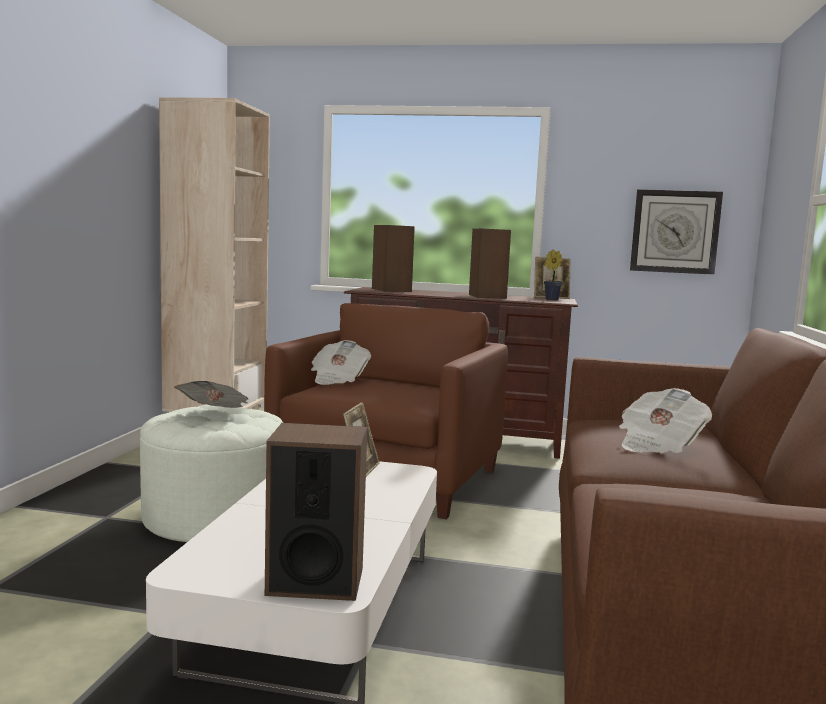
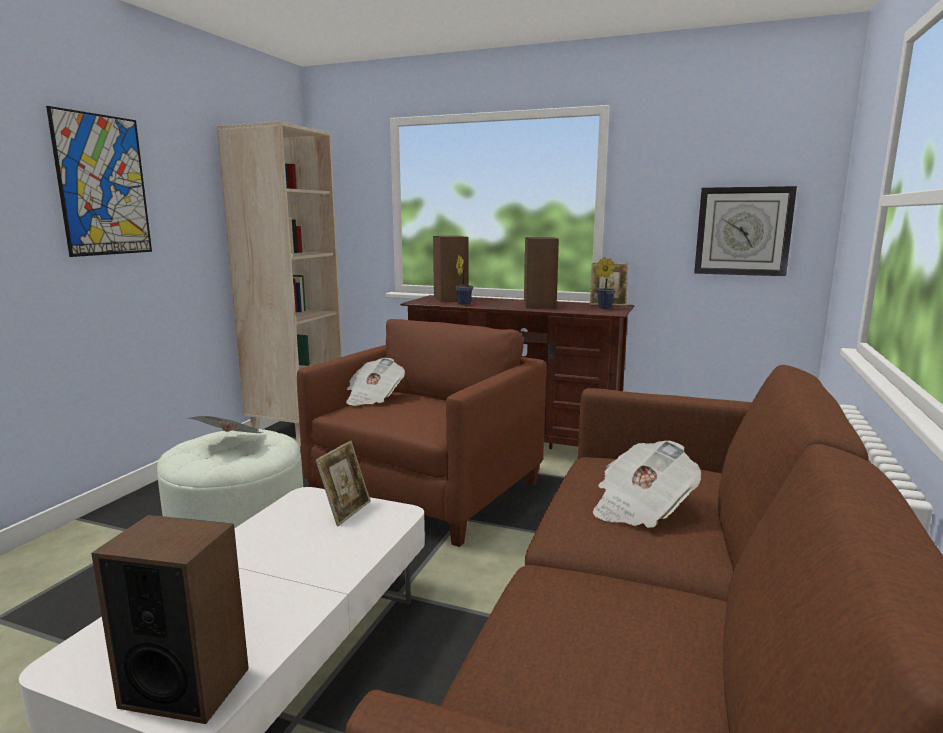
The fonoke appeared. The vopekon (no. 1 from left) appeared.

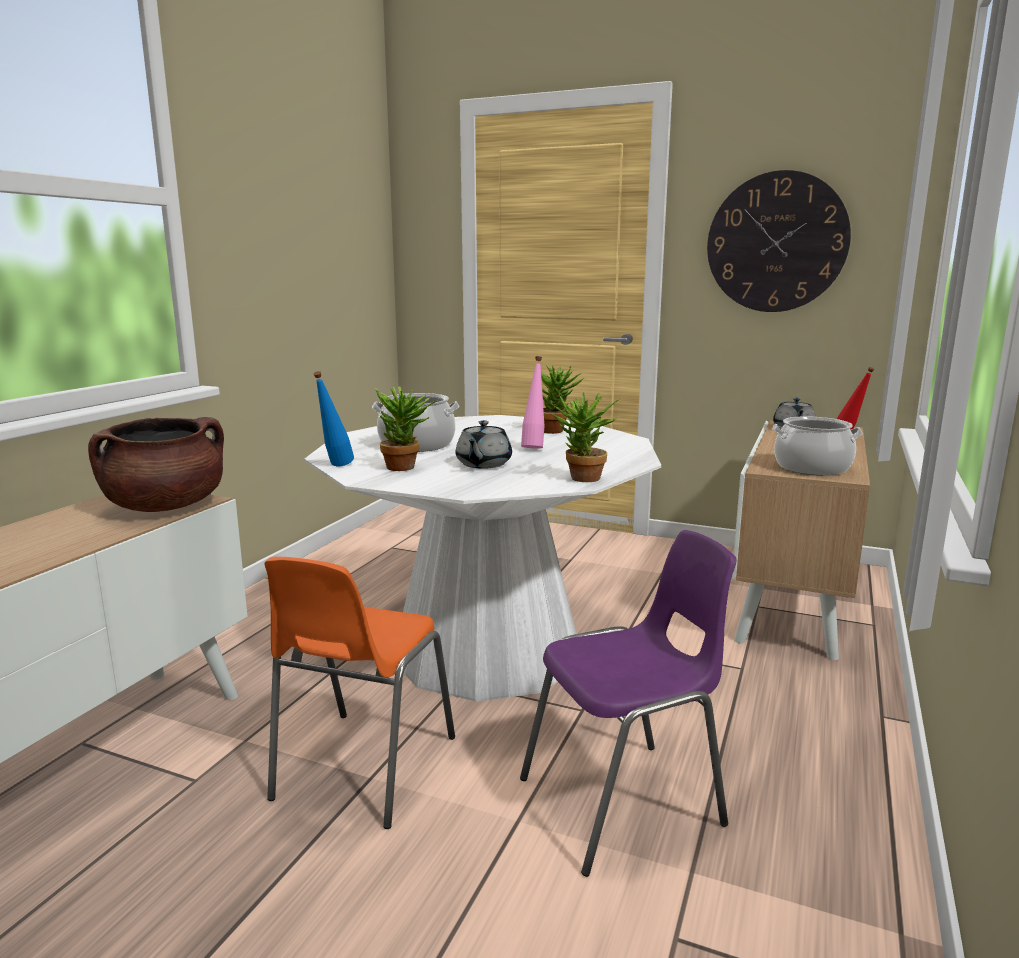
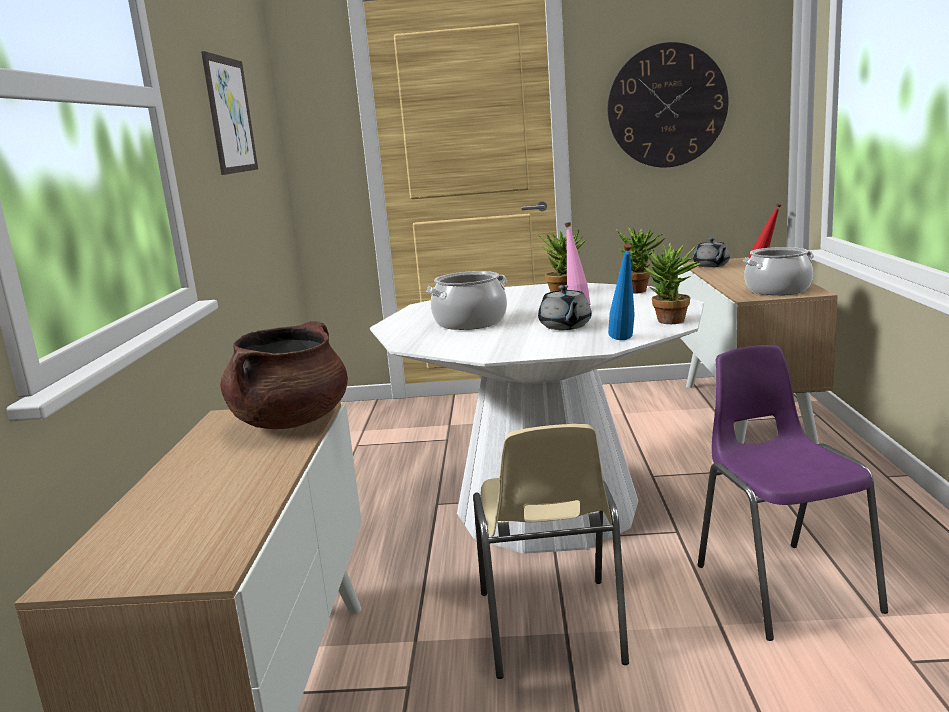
The fonoke appeared. The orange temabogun became the beige temabogun. The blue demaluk moved. The vopekon (no. 1 from left in the first image) moved. The purple temabogun turned 60 degrees counterclockwise.

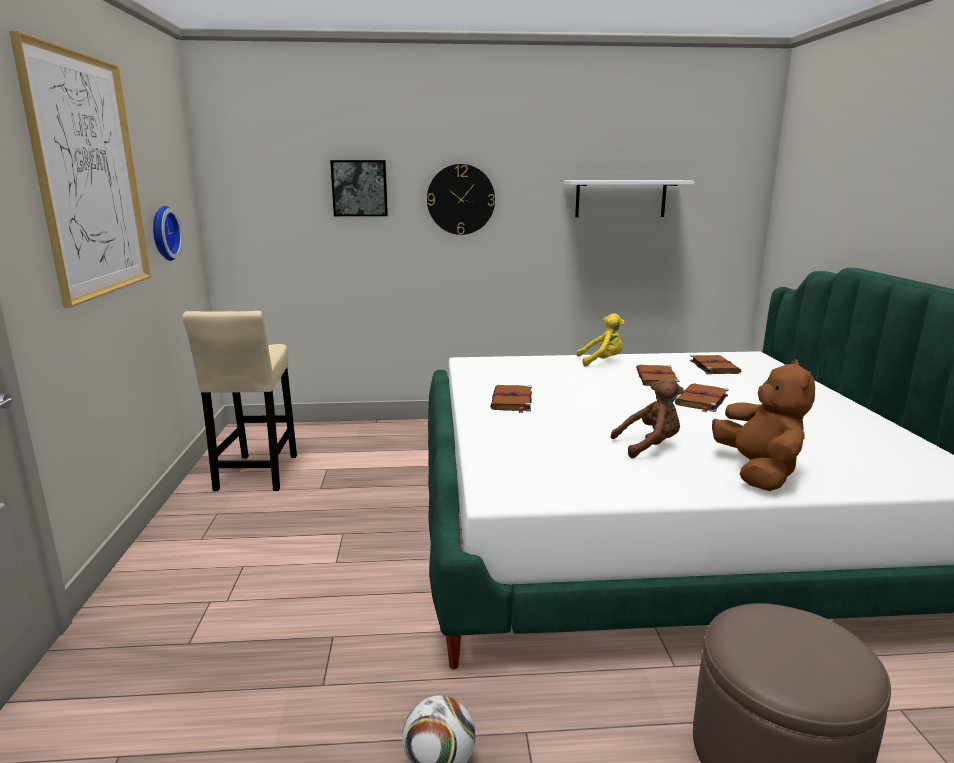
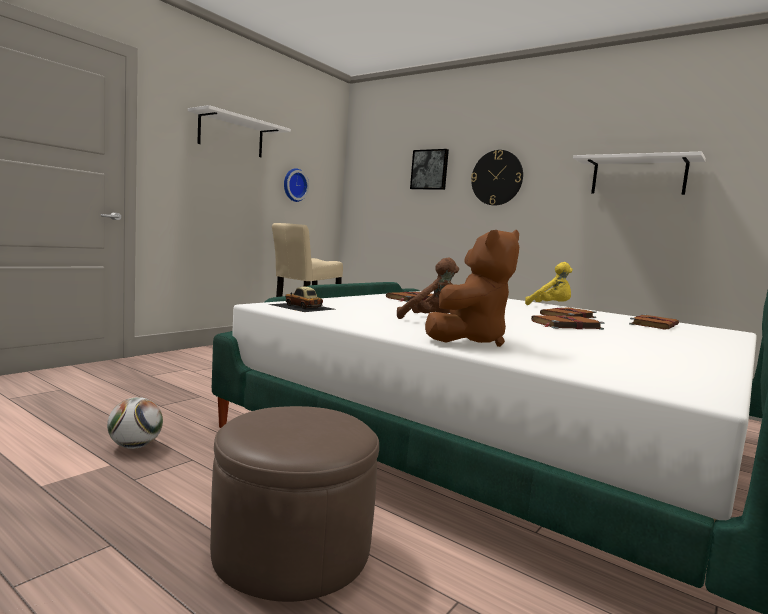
The fonoke (no. 1 from left) was replaced by the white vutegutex (no. 1 from left). The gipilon appeared.

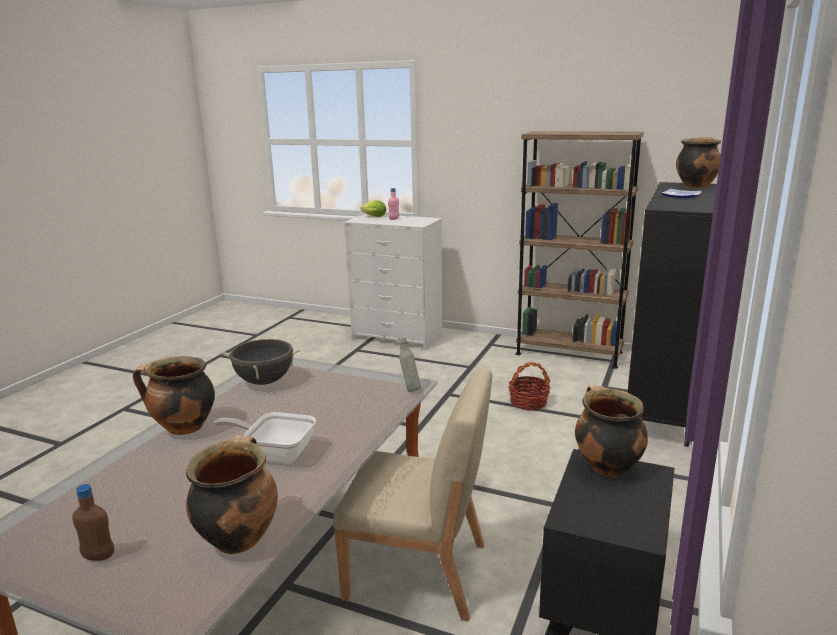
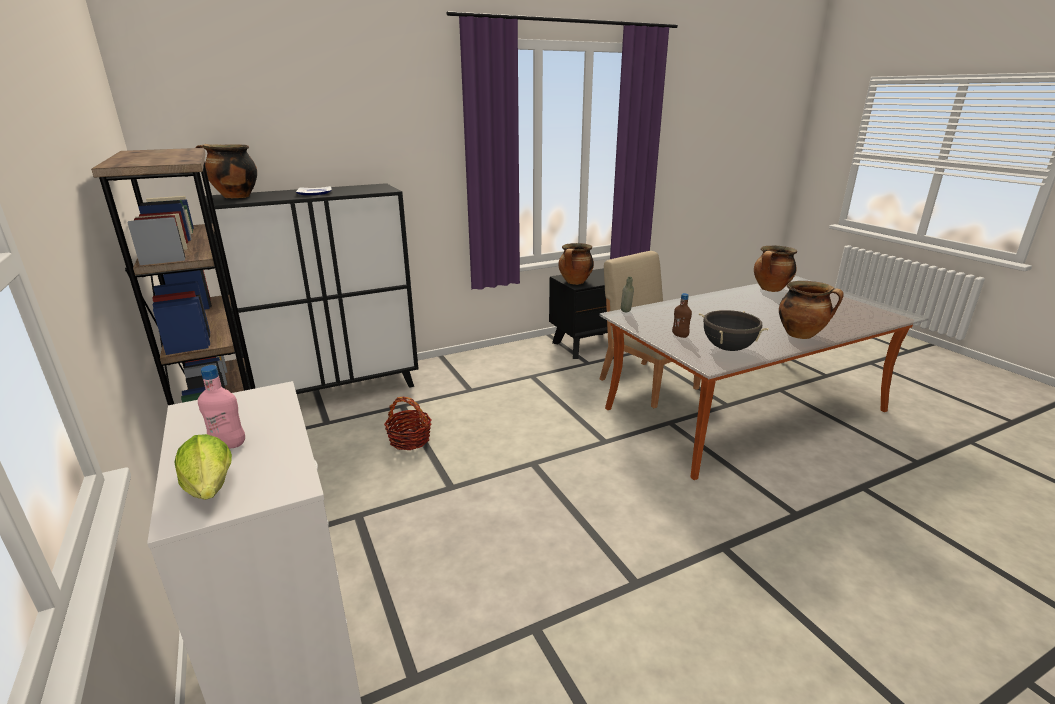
The brown demaluk moved. The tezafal disappeared.

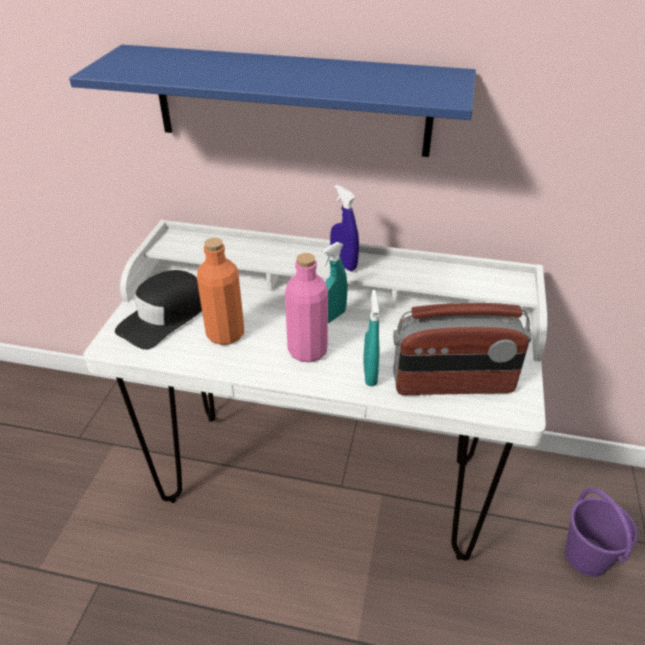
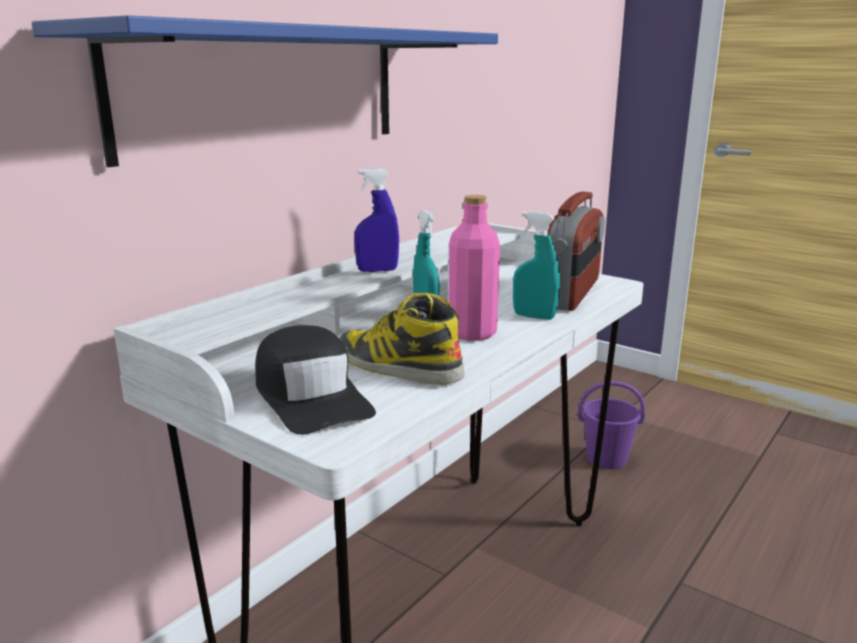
The orange demaluk was replaced by the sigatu.

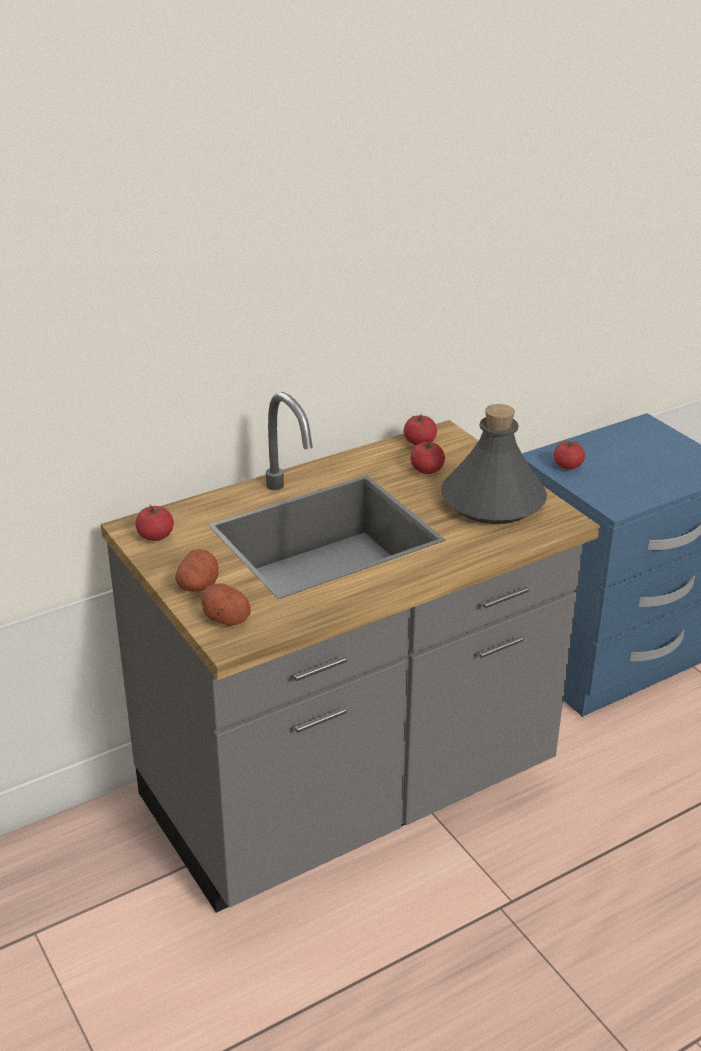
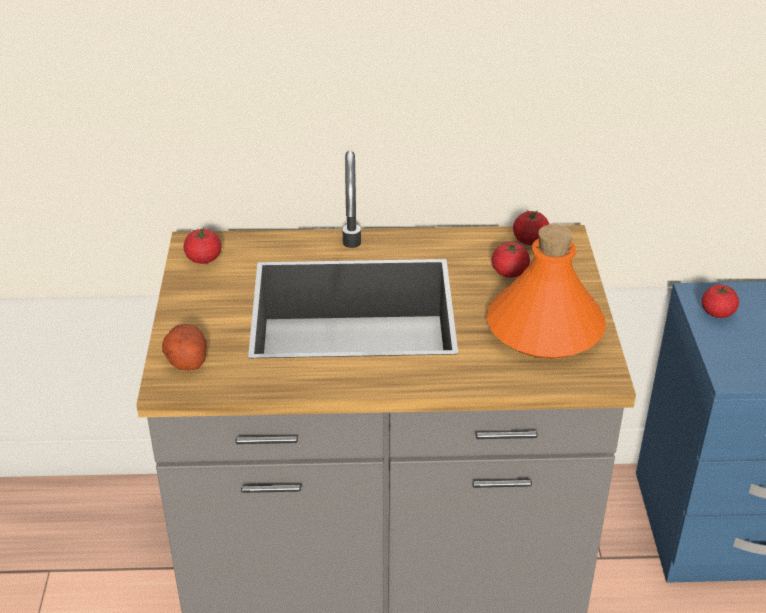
The grey demaluk became the orange demaluk. The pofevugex (no. 1 from left) disappeared.

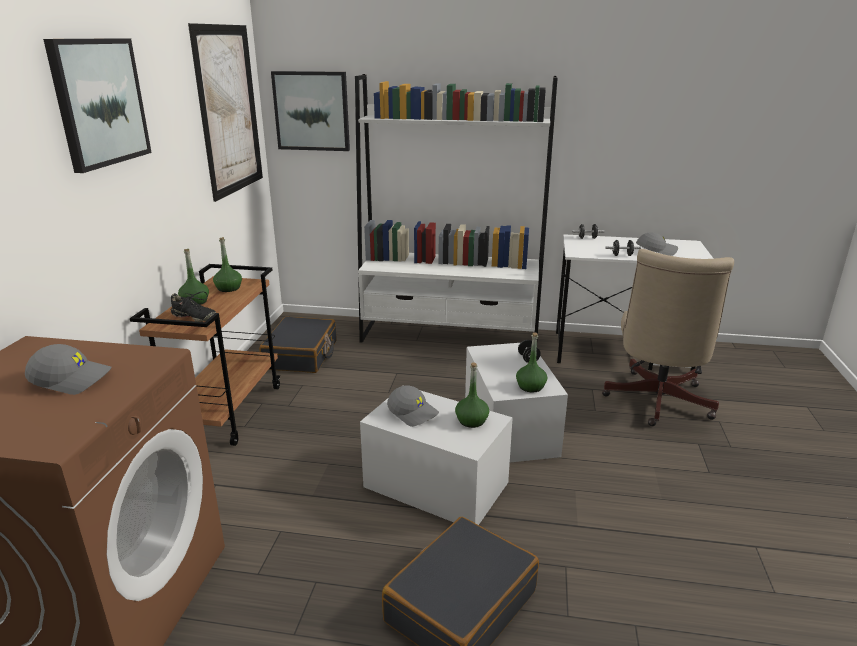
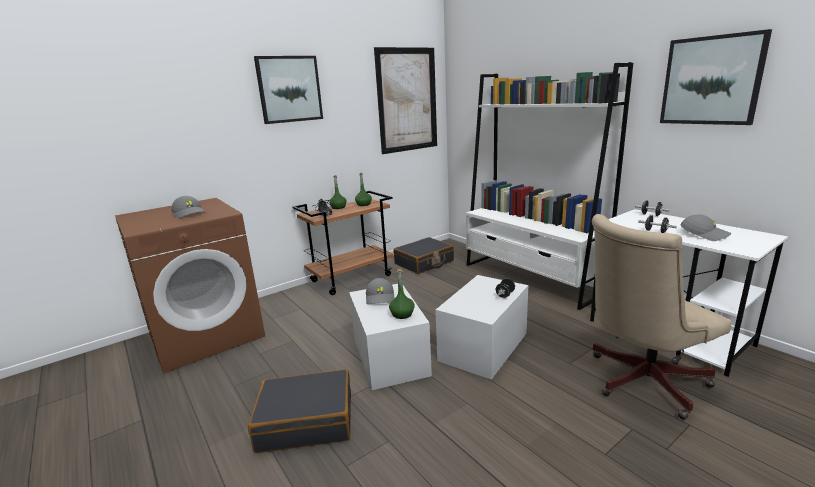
The fonoke (no. 3 from left) moved. The green demaluk (no. 4 from left) disappeared.

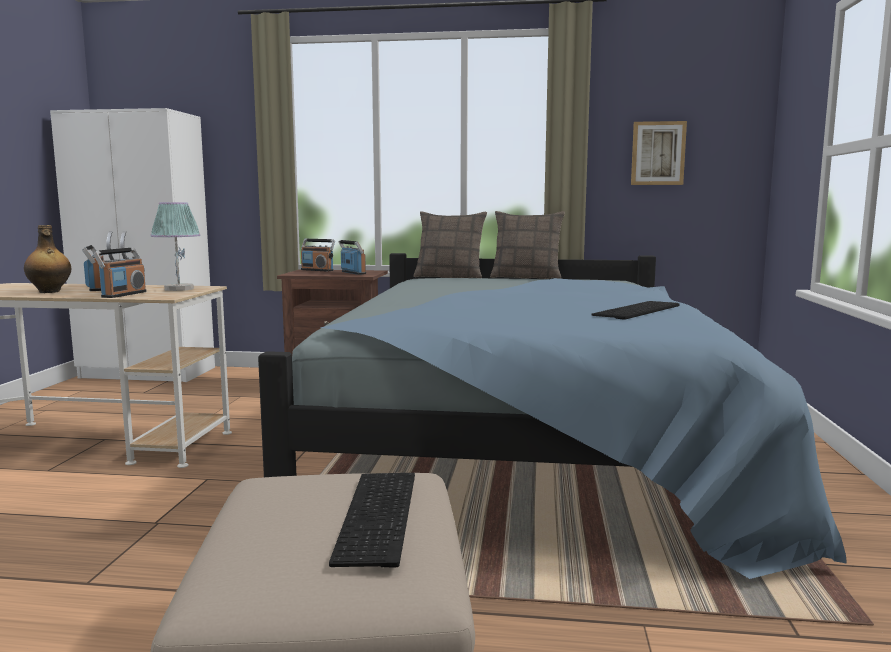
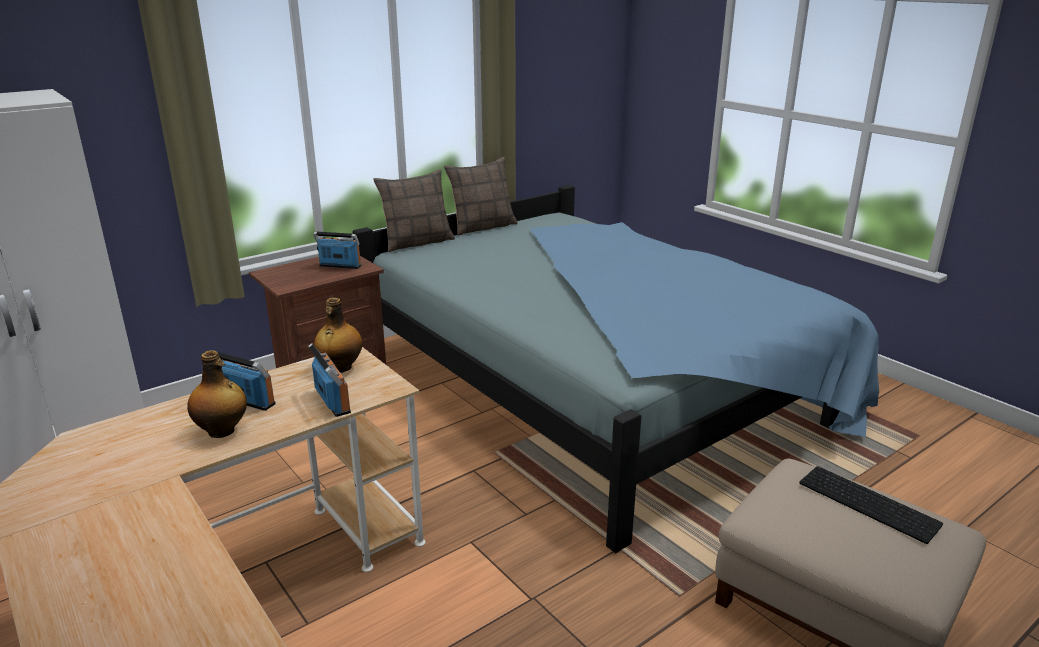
The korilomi was replaced by the demaluk (no. 2 from left). The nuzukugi (no. 3 from left) disappeared. The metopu (no. 2 from left) disappeared. The fonoke disappeared.

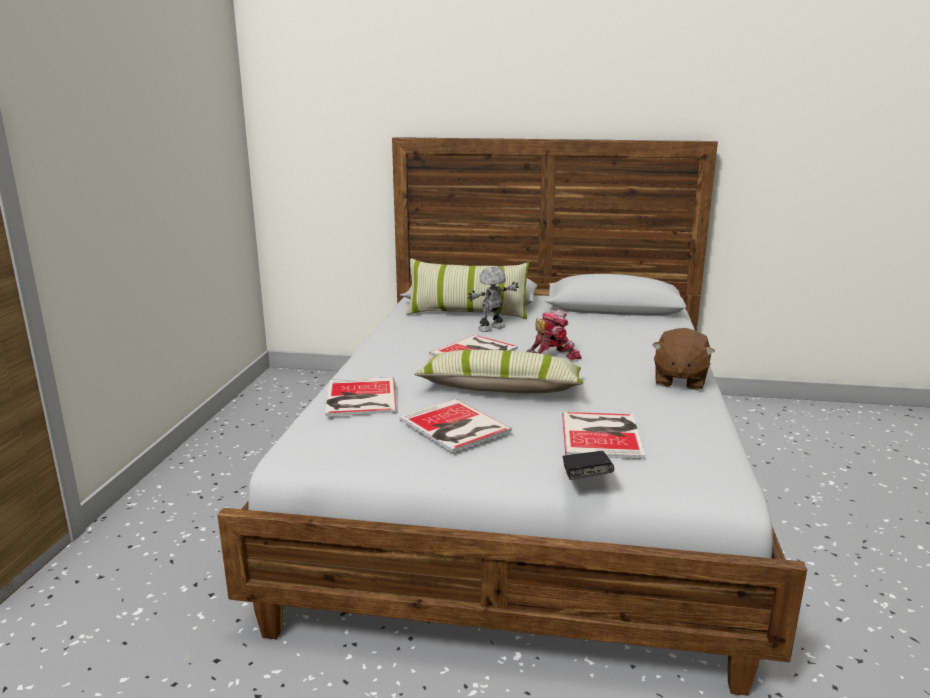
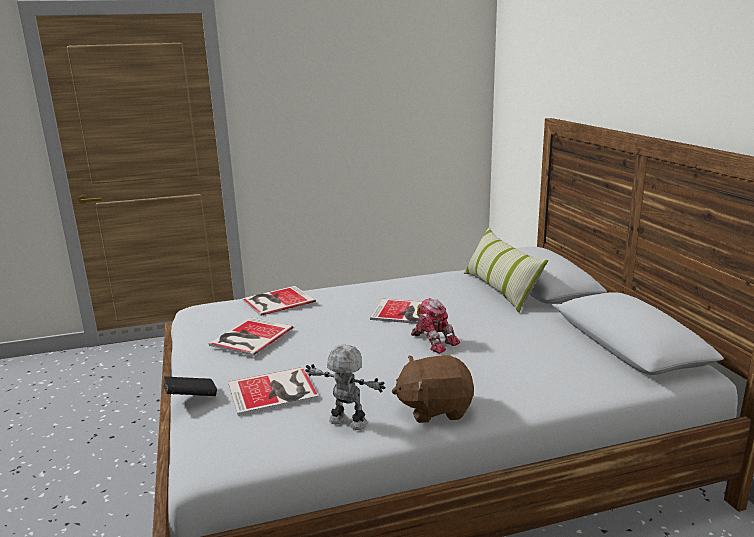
The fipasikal (no. 1 from left) moved. The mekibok (no. 2 from left) disappeared.

